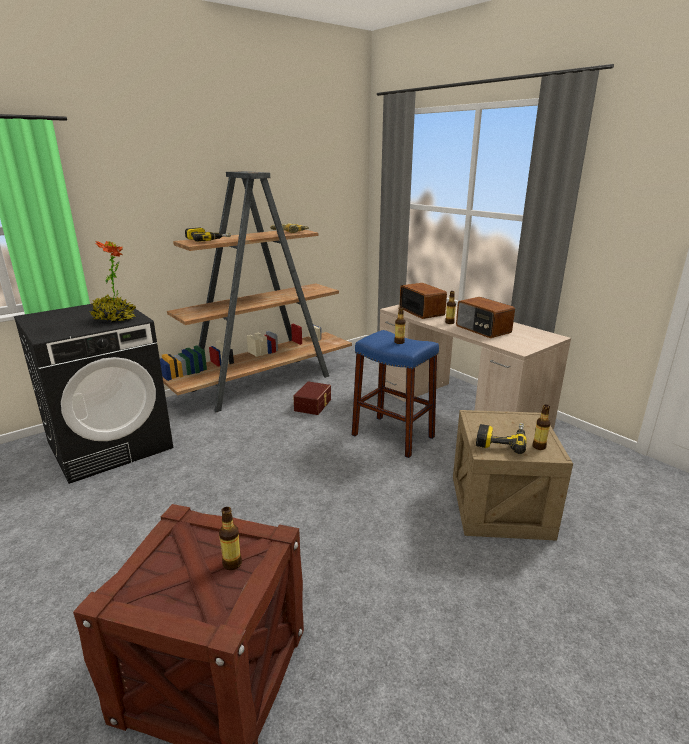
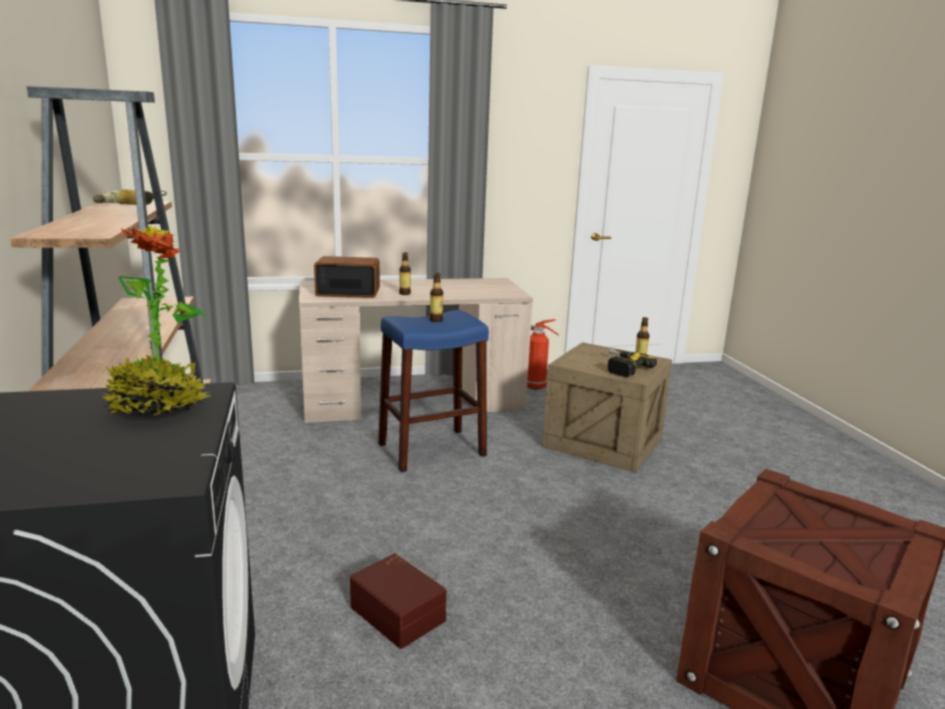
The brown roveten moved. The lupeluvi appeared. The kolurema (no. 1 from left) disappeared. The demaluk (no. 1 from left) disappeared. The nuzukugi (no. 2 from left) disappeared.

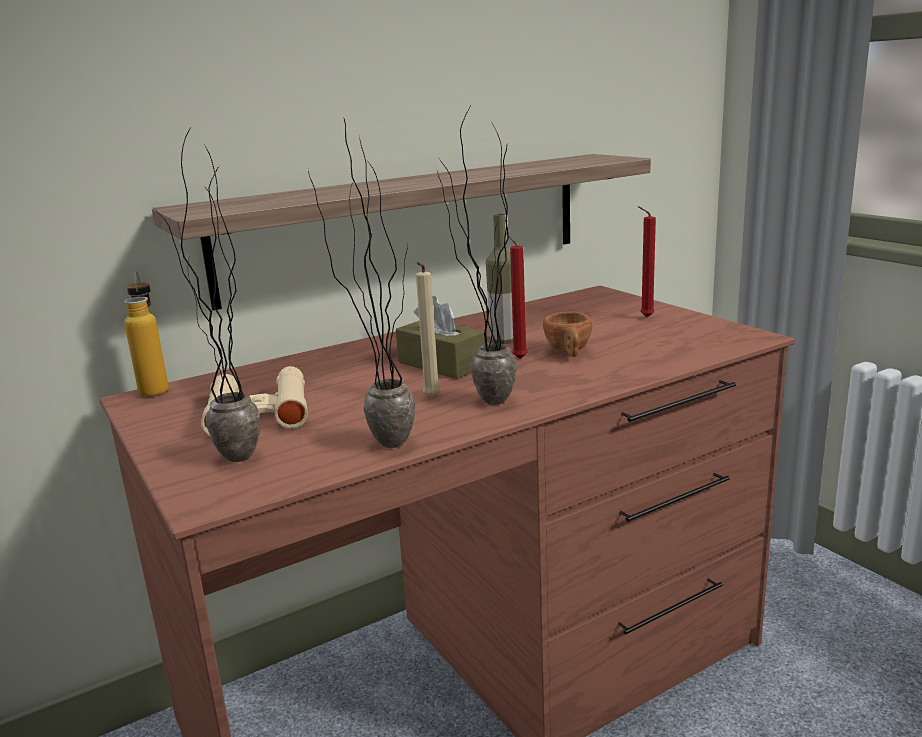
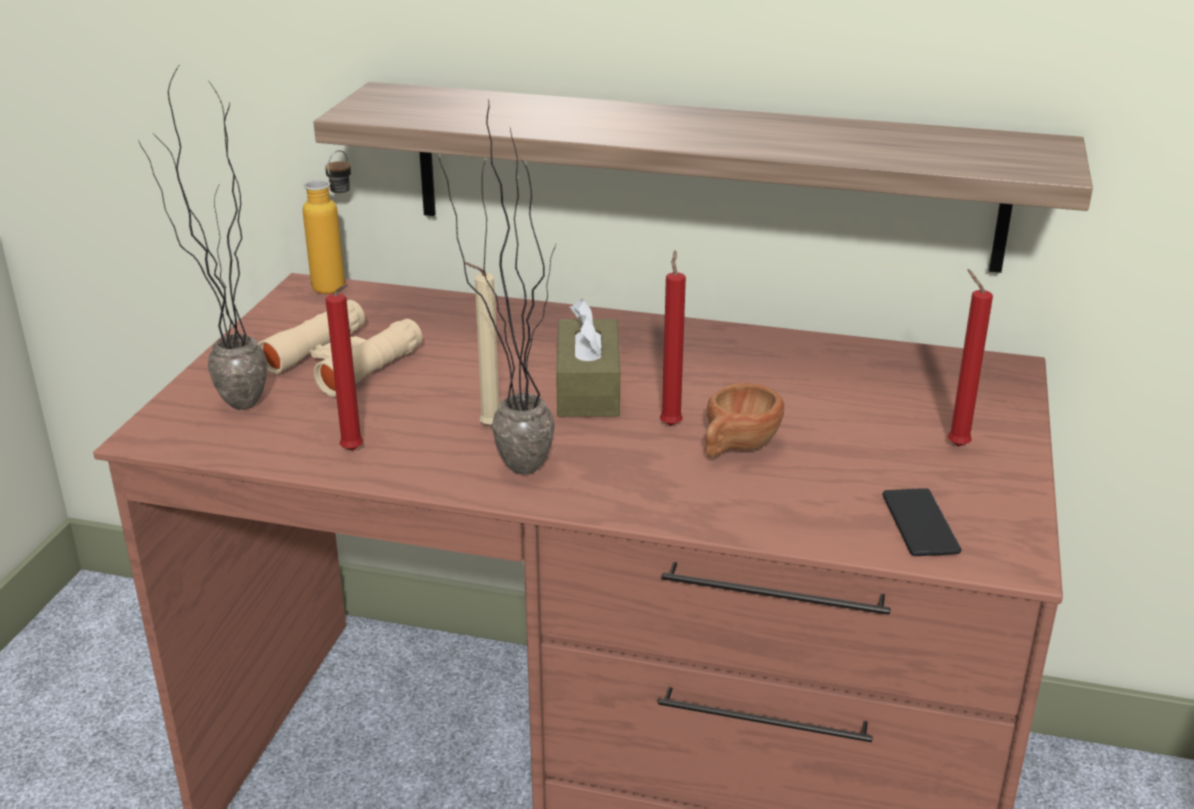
The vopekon (no. 2 from left) was replaced by the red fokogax (no. 1 from left). The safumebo appeared. The demaluk (no. 2 from left) disappeared.

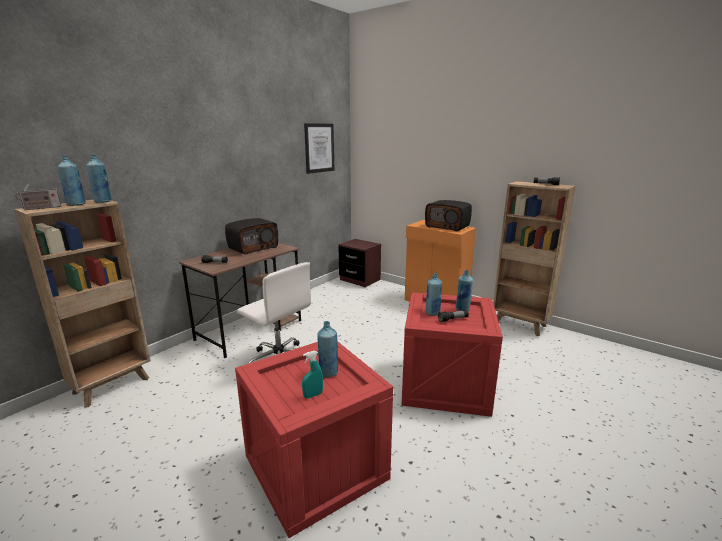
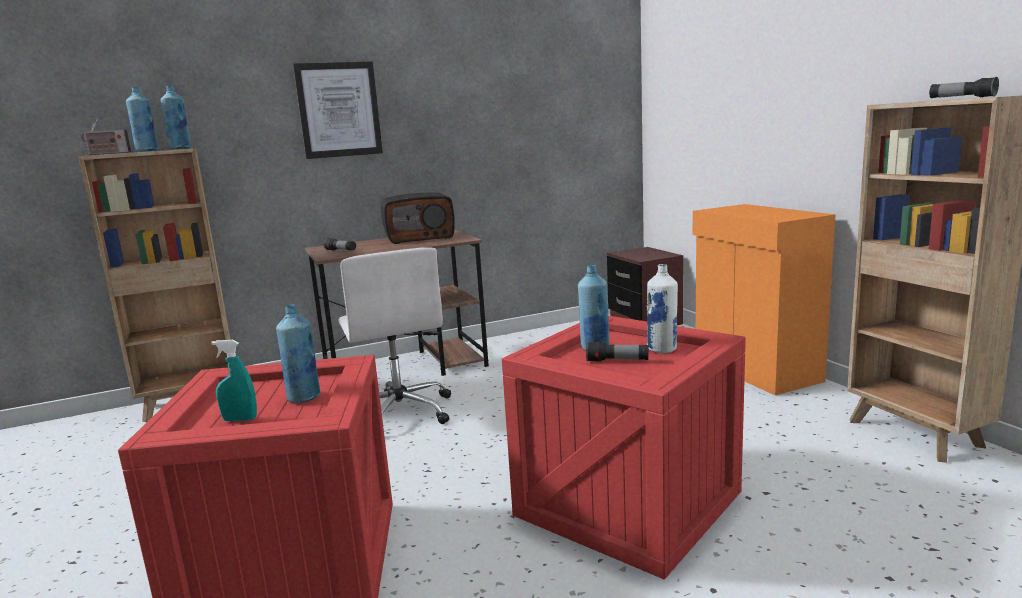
The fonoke moved. The blue demaluk (no. 5 from left) became the white demaluk. The nuzukugi (no. 3 from left) disappeared.

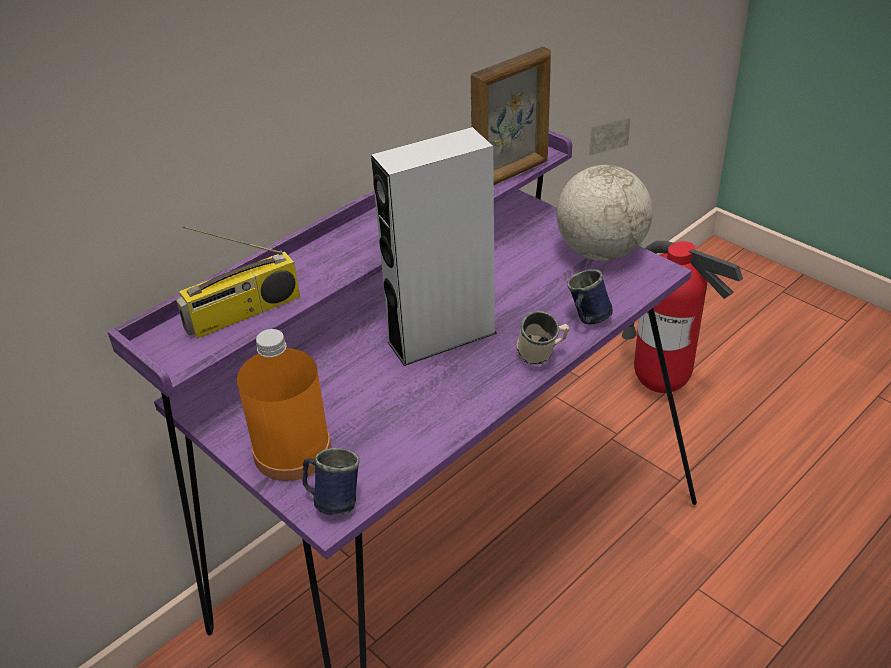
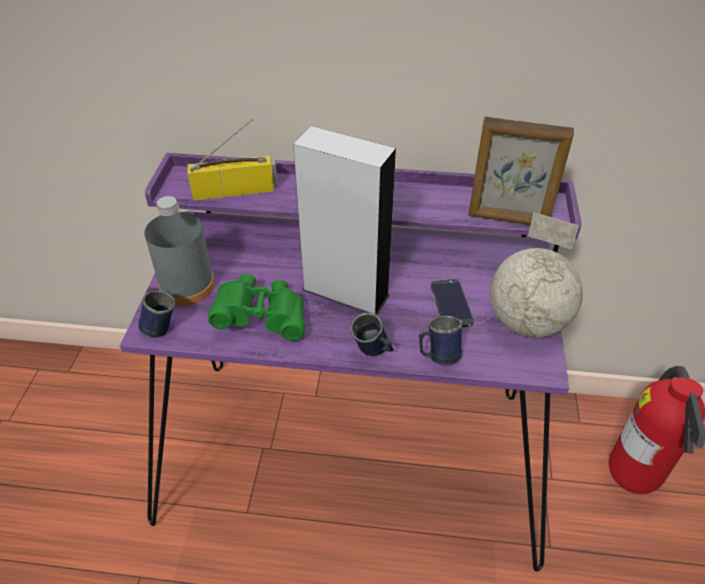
The orange demaluk became the grey demaluk. The nuzukugi turned 150 degrees clockwise. The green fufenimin appeared. The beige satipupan became the blue satipupan (no. 2 from left). The safumebo appeared.

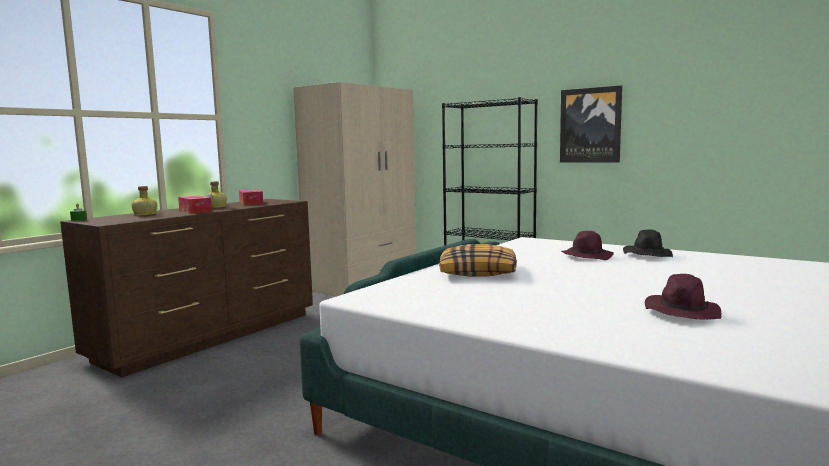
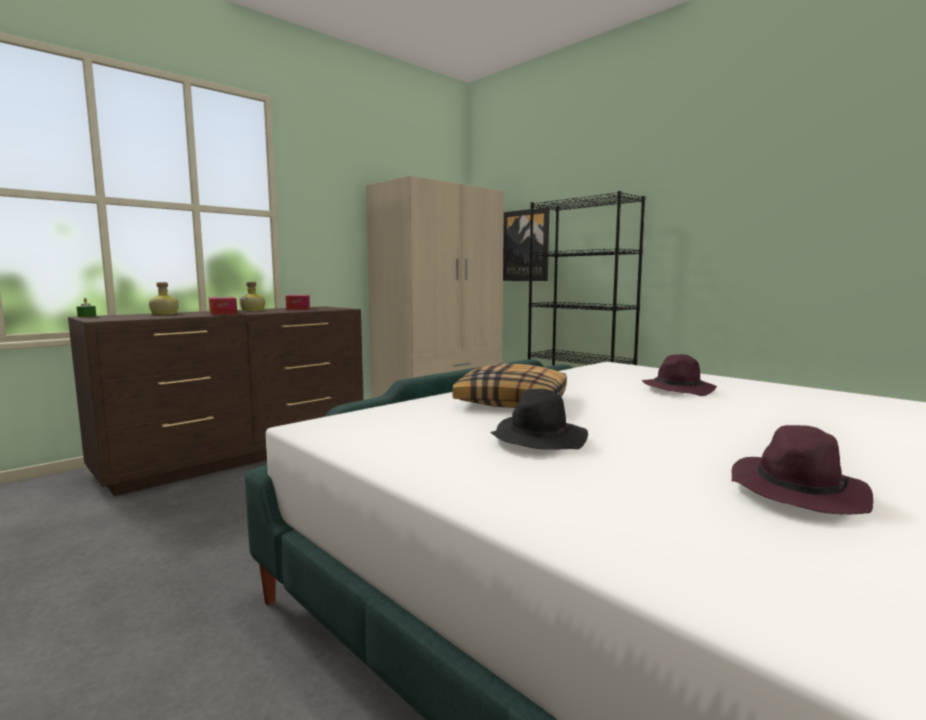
The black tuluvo moved. The fonoke moved.

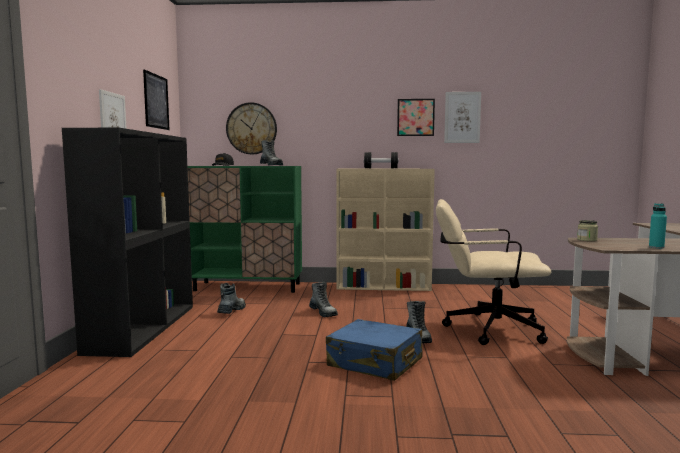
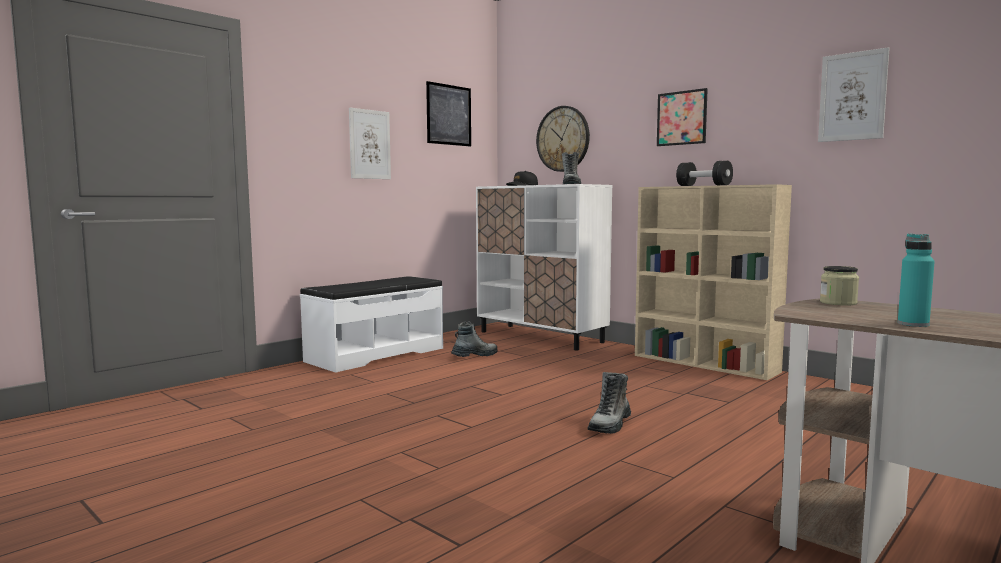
The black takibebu was replaced by the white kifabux. The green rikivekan became the white rikivekan. The fonoke (no. 3 from left) moved. The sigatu (no. 3 from left) disappeared. The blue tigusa disappeared. The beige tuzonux disappeared.

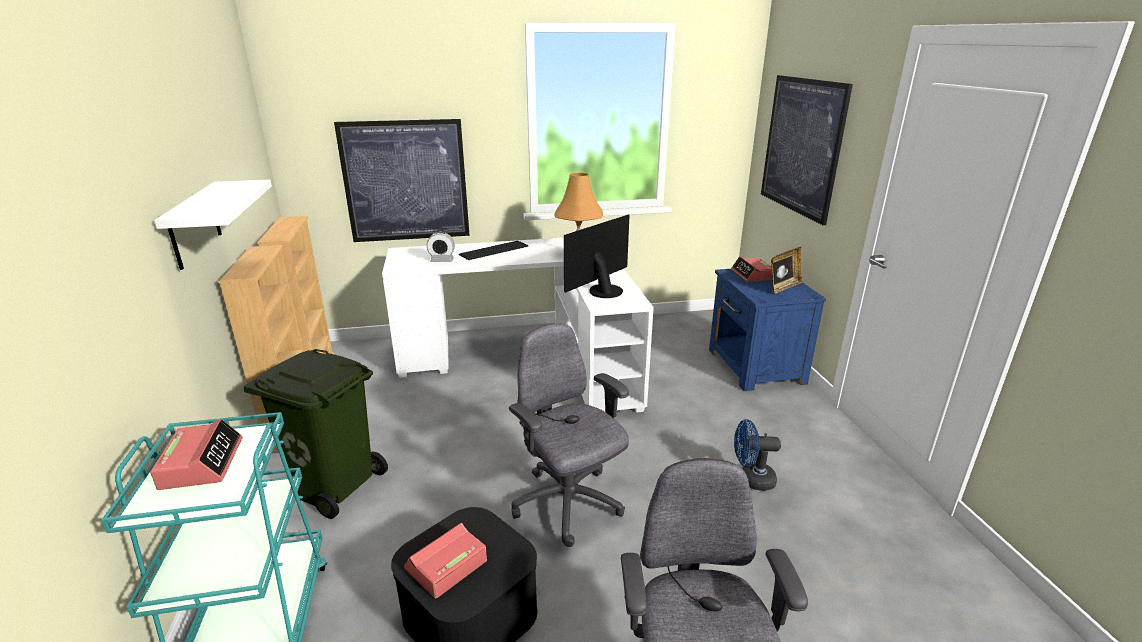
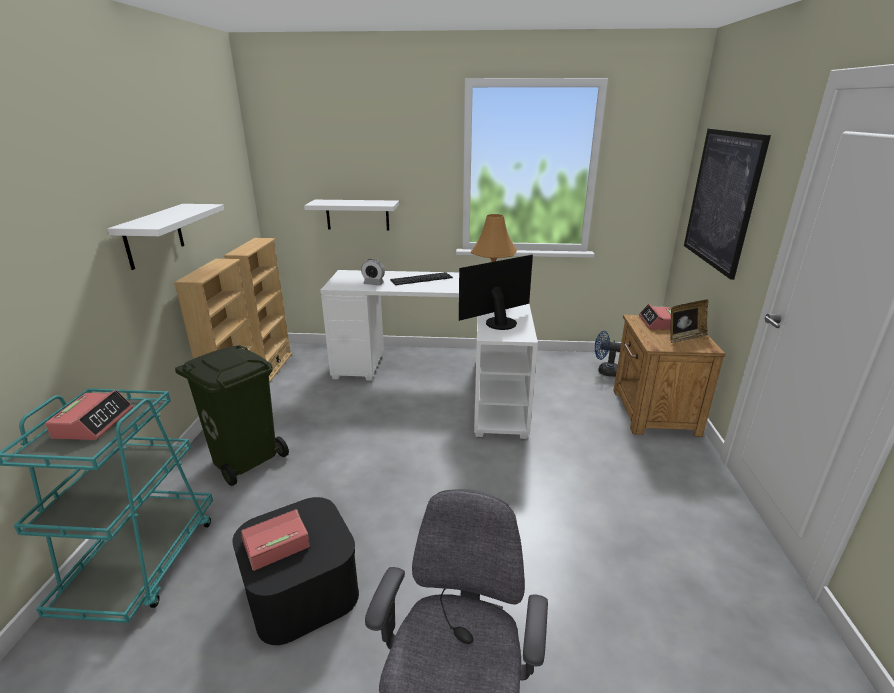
The fonoke (no. 1 from left) was replaced by the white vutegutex (no. 2 from left). The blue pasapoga moved. The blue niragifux became the brown niragifux. The grey tuzonux (no. 1 from left) disappeared.

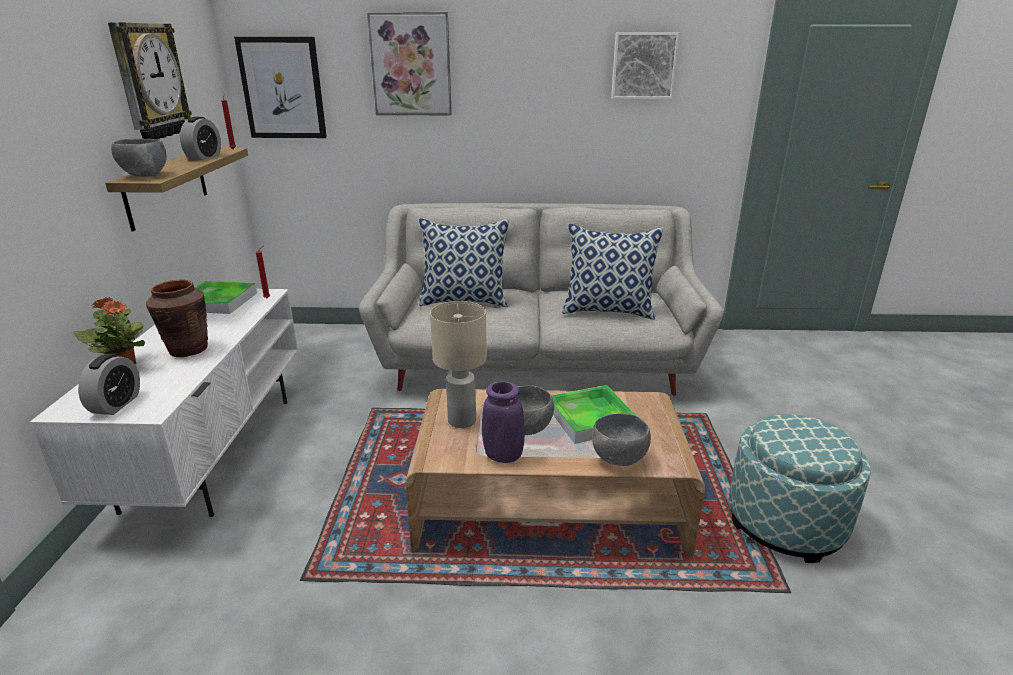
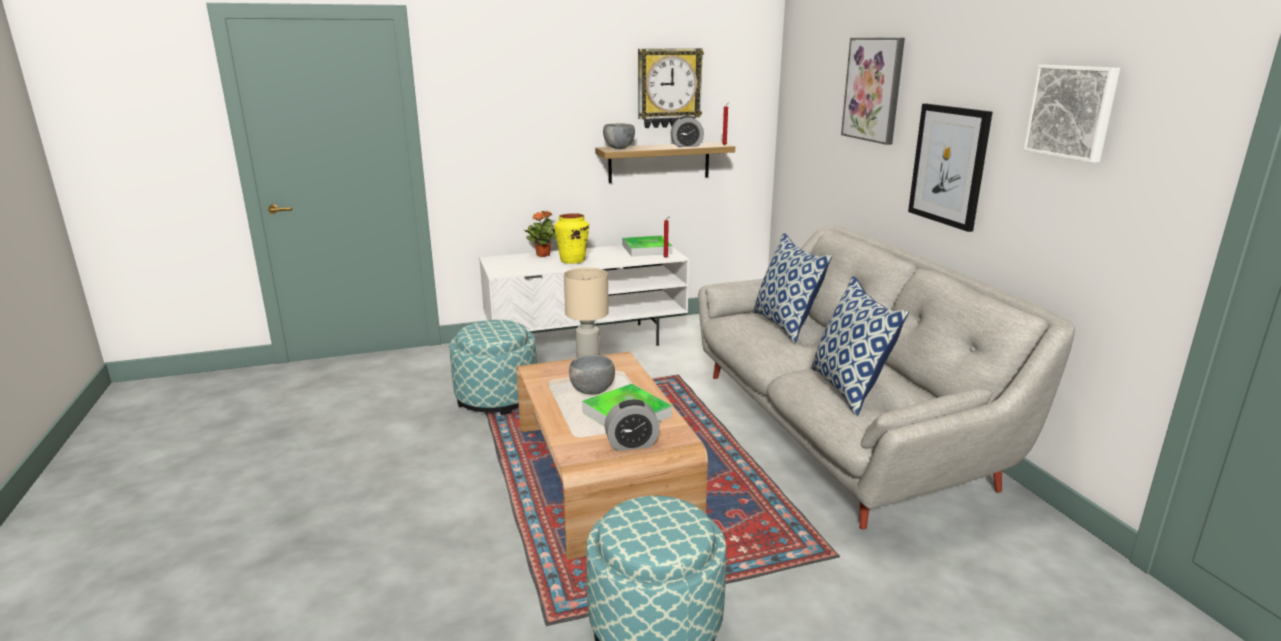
The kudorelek (no. 1 from left) appeared. The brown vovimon became the yellow vovimon. The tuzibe (no. 1 from left) moved. The fonoke (no. 1 from left in the first image) moved. The purple vovimon disappeared. The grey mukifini (no. 3 from left) disappeared.

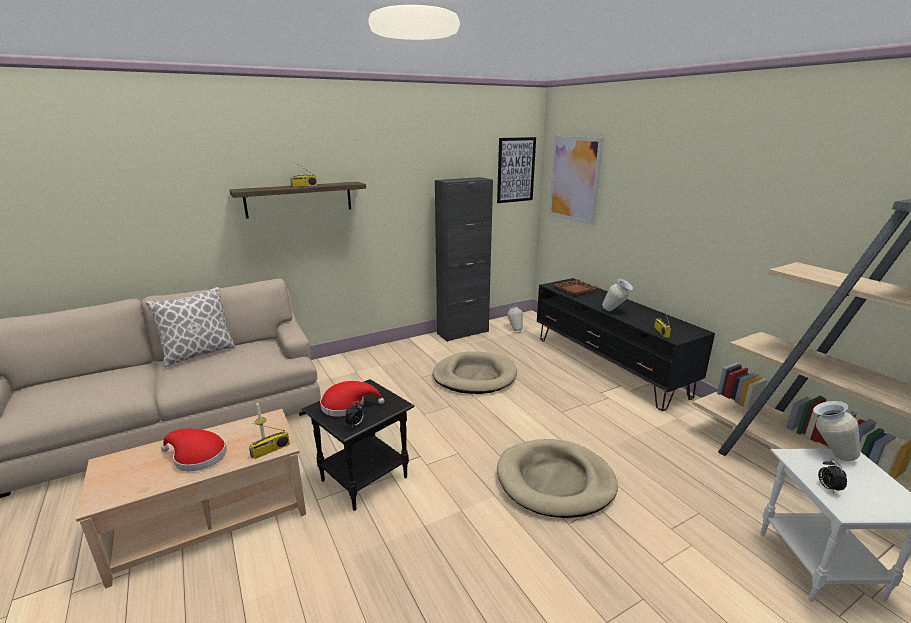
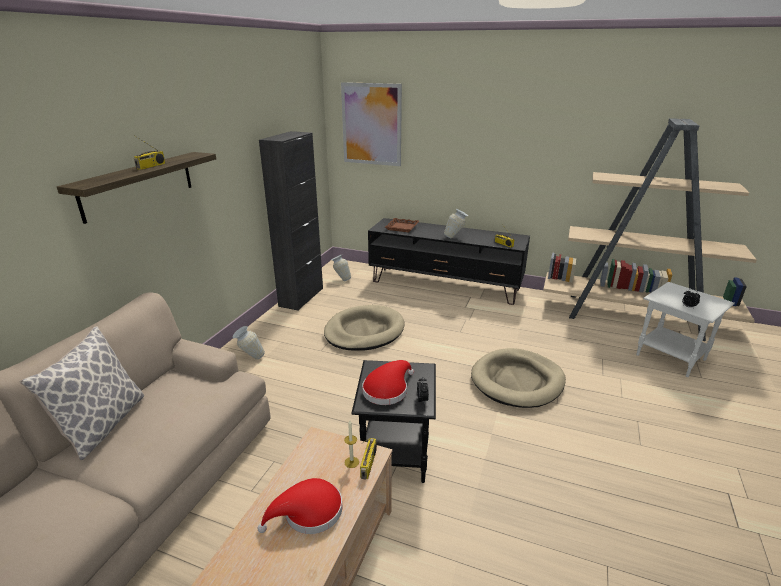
The vovimon (no. 3 from left in the first image) moved. The fonoke (no. 1 from left) disappeared.

